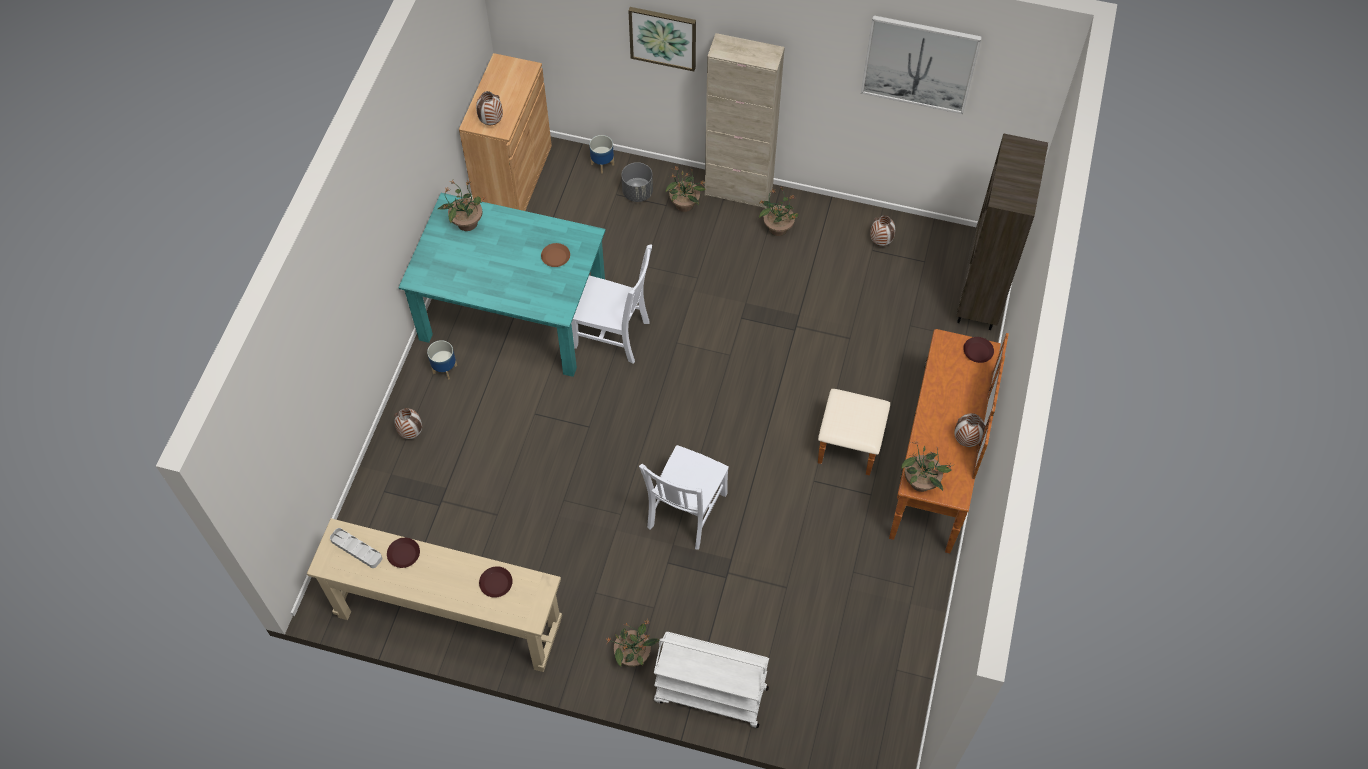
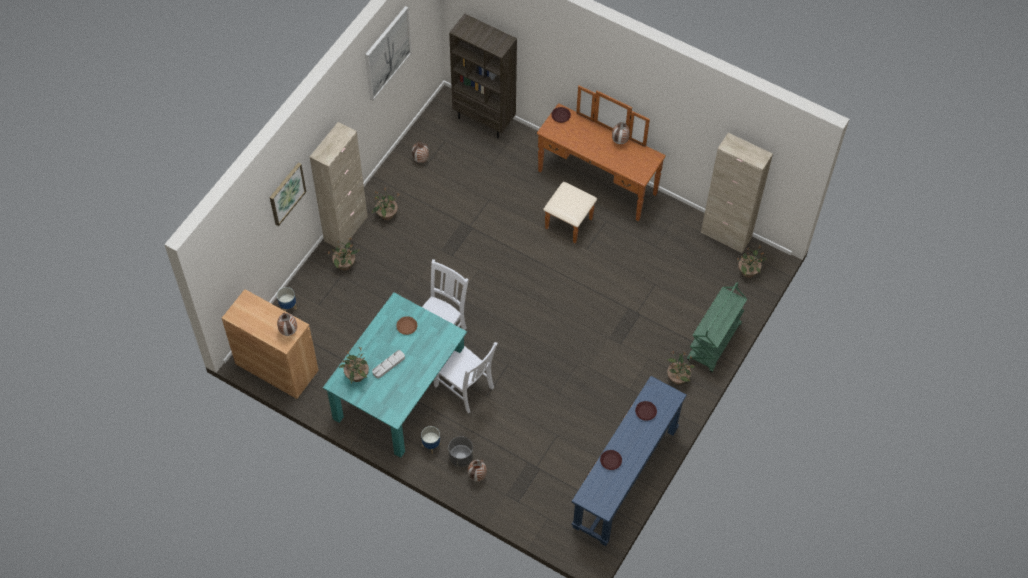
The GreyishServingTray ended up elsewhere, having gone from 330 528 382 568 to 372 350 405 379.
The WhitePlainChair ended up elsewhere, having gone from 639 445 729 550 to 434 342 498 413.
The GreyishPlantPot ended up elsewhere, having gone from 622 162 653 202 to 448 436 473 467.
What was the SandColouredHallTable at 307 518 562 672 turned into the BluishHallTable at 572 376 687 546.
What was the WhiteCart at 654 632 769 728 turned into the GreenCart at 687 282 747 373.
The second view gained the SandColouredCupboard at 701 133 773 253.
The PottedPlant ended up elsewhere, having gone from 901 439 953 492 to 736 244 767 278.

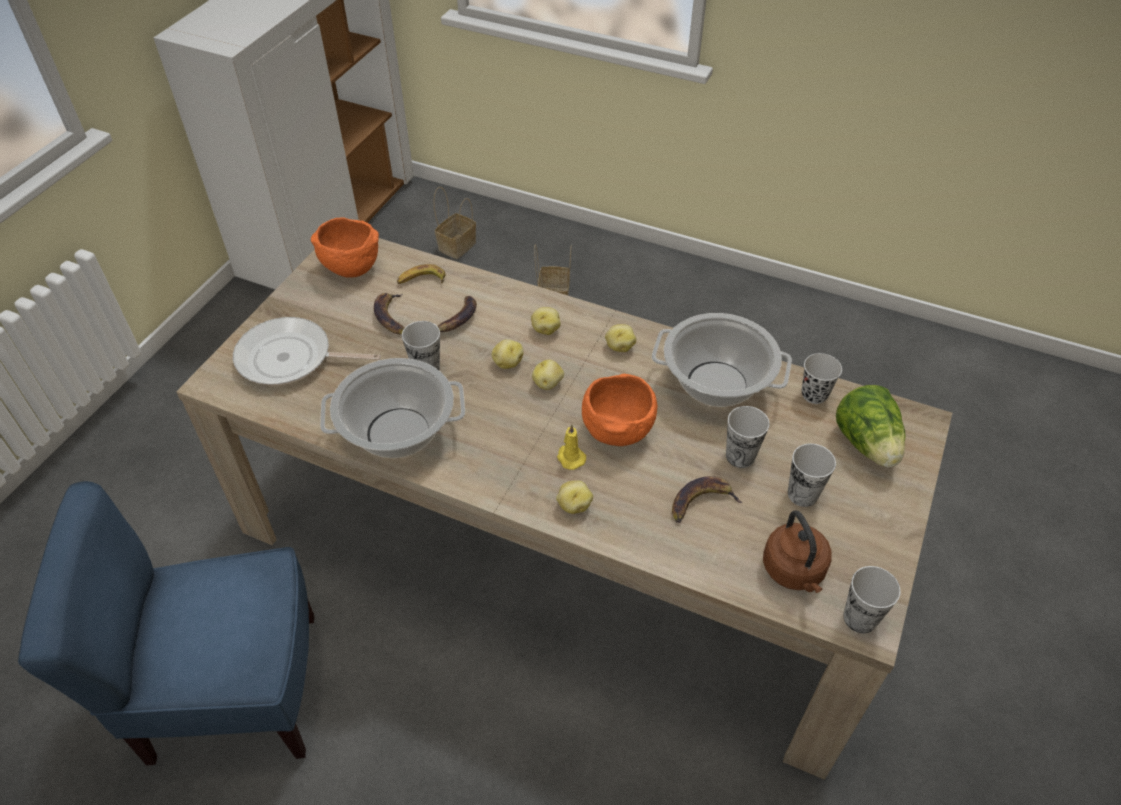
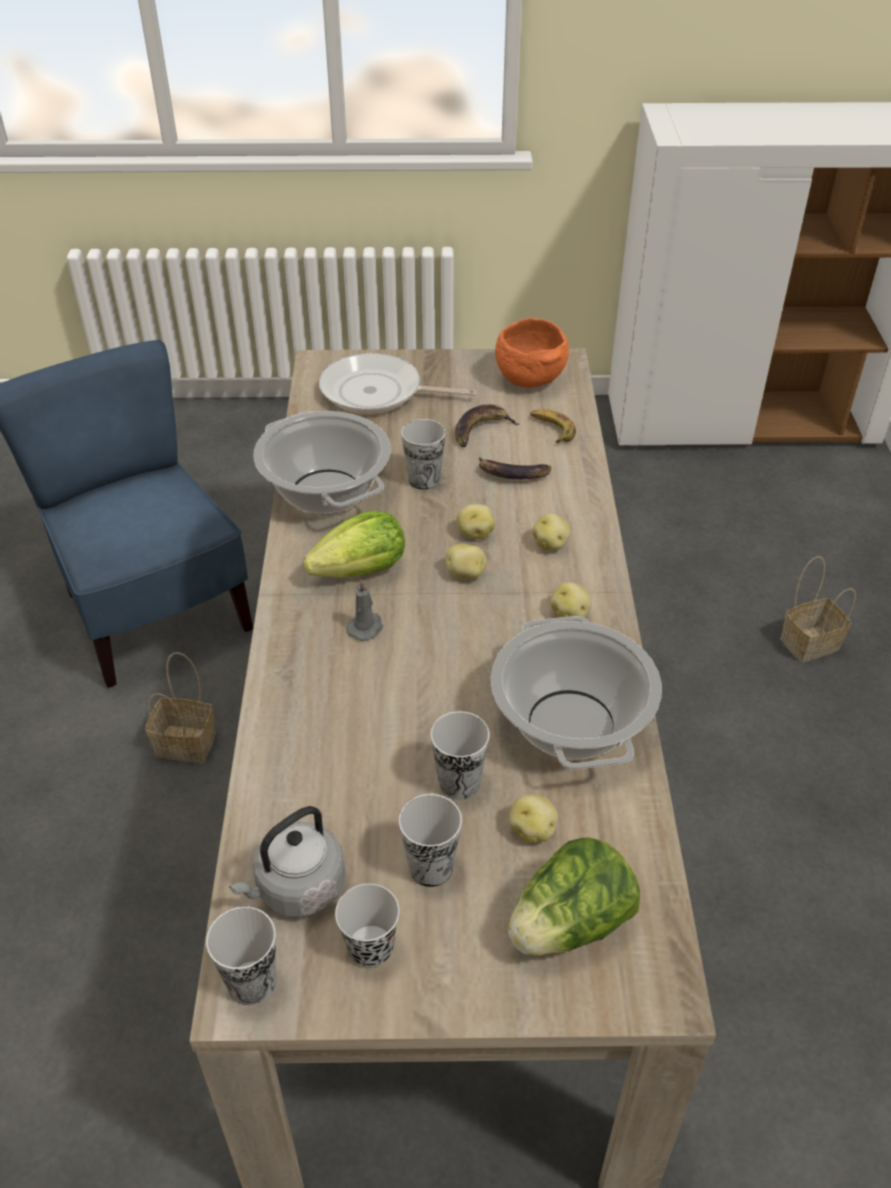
The Basket ended up elsewhere, having gone from 434 187 476 259 to 145 652 216 763.
What was the BrownColouredTeaKettle at 763 510 832 593 turned into the GreyishTeaKettle at 229 806 346 917.
The second view gained the Lettuce at 303 511 405 578.
The Skillet at 233 317 381 385 ended up facing another way, 60 degrees counterclockwise from before.
The BlackColouredDrinkingCup ended up elsewhere, having gone from 802 353 842 404 to 335 884 400 968.
What was the YellowWaxLight at 557 424 586 470 turned into the GreyishWaxLight at 346 580 383 641.
The WholePotato ended up elsewhere, having gone from 556 480 593 514 to 509 794 558 843.
The second view lost the OrangeBowl at 582 374 658 446.
The second view lost the WholeBanana at 672 476 743 523.

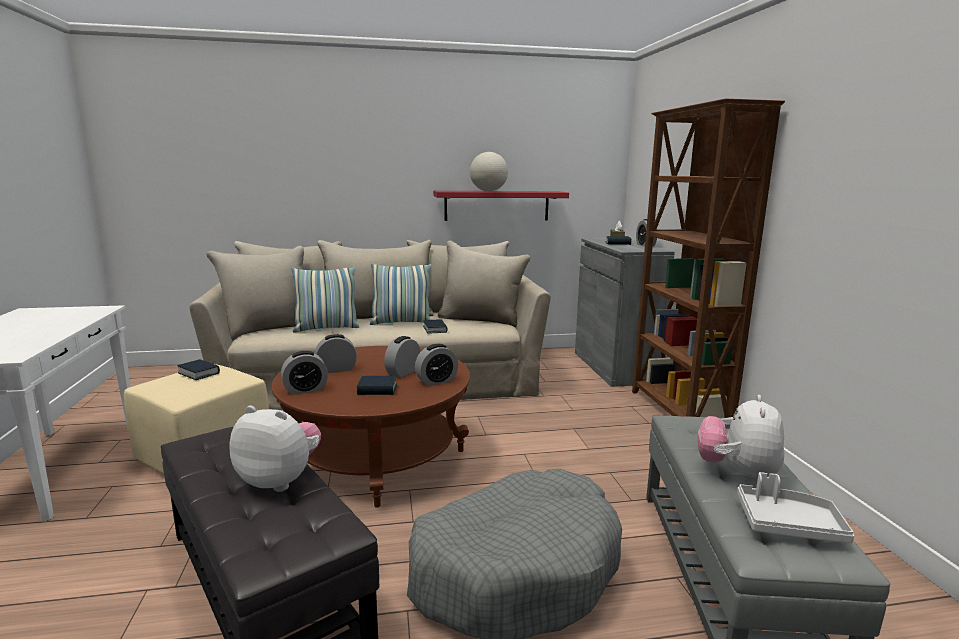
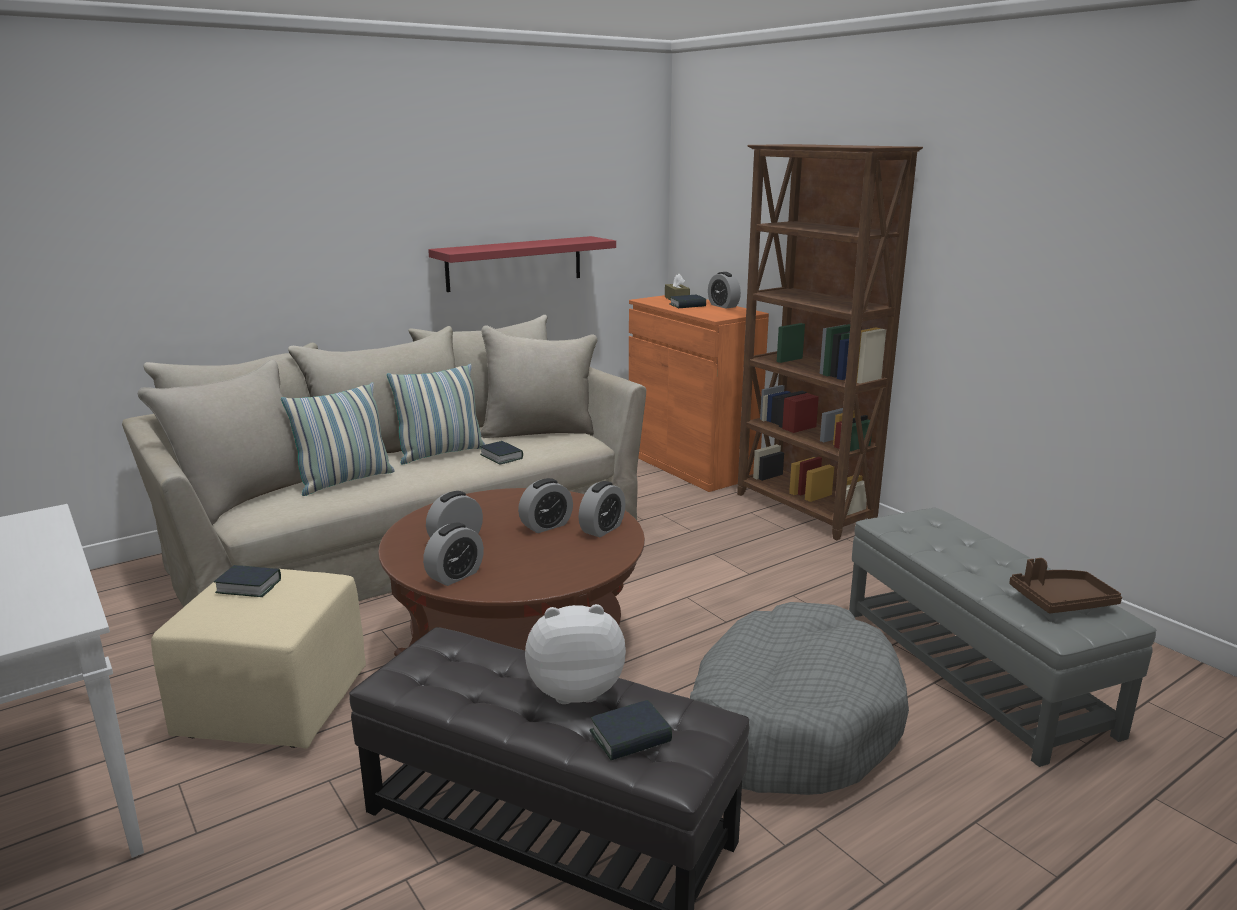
The BedsideClock at 384 336 420 377 ended up facing another way, 135 degrees counterclockwise from before.
The BoundBook ended up elsewhere, having gone from 357 376 397 395 to 589 700 672 760.
What was the GreyishCupboard at 575 238 675 387 turned into the OrangeCupboard at 629 295 769 492.
What was the GreyishServingTray at 737 472 854 543 turned into the BrownColouredServingTray at 1009 558 1122 613.
The second view lost the Globe at 470 152 508 191.
The second view lost the SoftToy at 698 395 784 483.

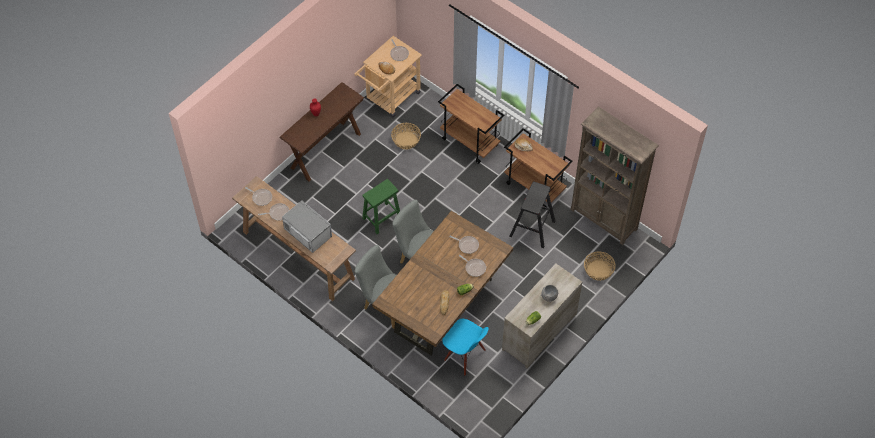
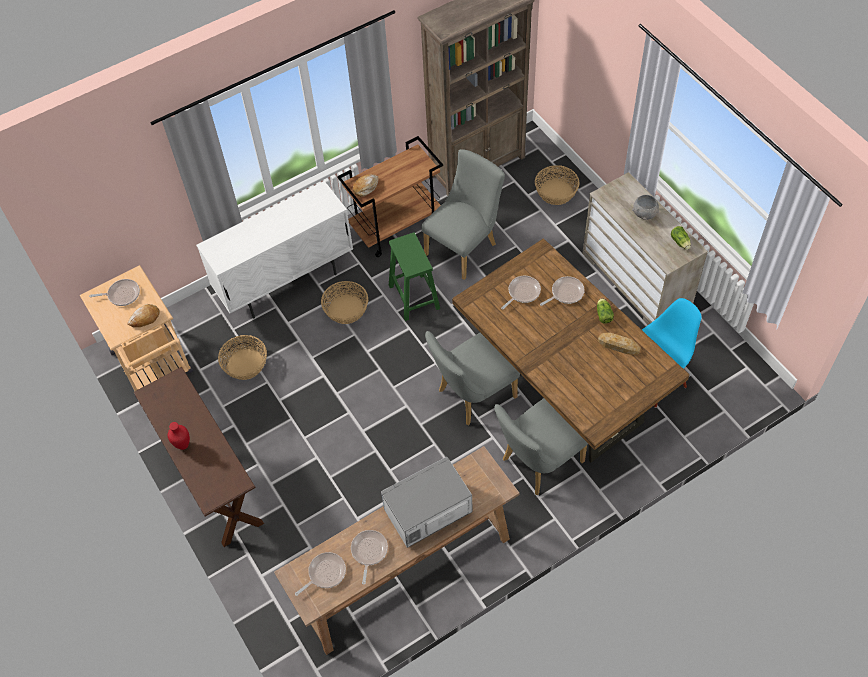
Where the BrownColouredCart stood at 438 84 504 164, the WhiteCupboard came to stand at 196 181 353 318.
The second view gained the Basket at 321 281 368 324.
The GreenSittingStool ended up elsewhere, having gone from 362 179 400 234 to 389 232 440 321.
Where the BlackColouredSittingStool stood at 509 181 555 248, the GreyishPlainChair came to stand at 421 149 505 280.

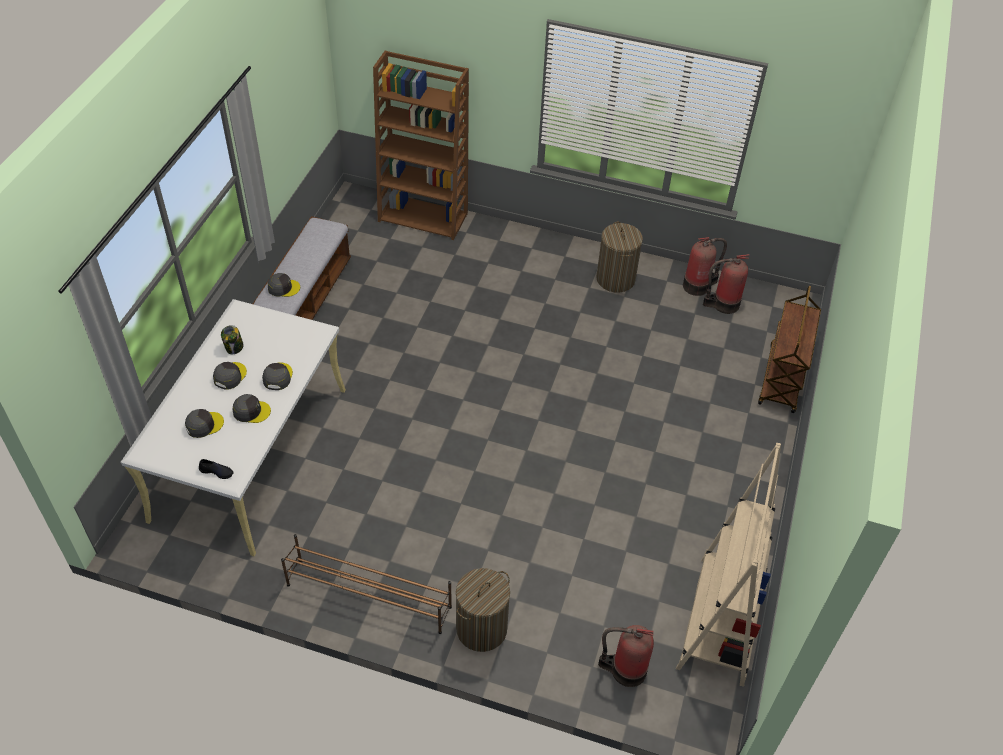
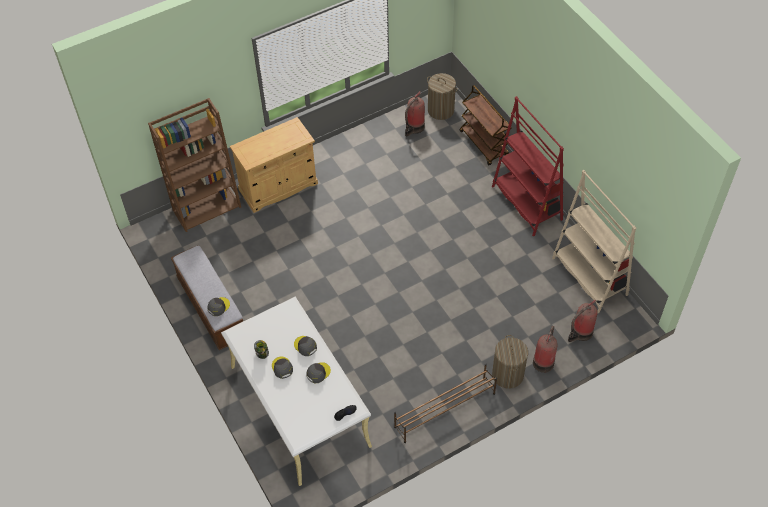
The second view gained the SandColouredCupboard at 230 117 318 213.
The LaundryBasket ended up elsewhere, having gone from 596 222 643 293 to 427 73 458 120.
The second view gained the ReddishBookcase at 492 96 564 236.
The FireExtinguisher ended up elsewhere, having gone from 683 237 727 296 to 533 326 558 373.
The second view lost the GreyishCap at 185 409 224 438.

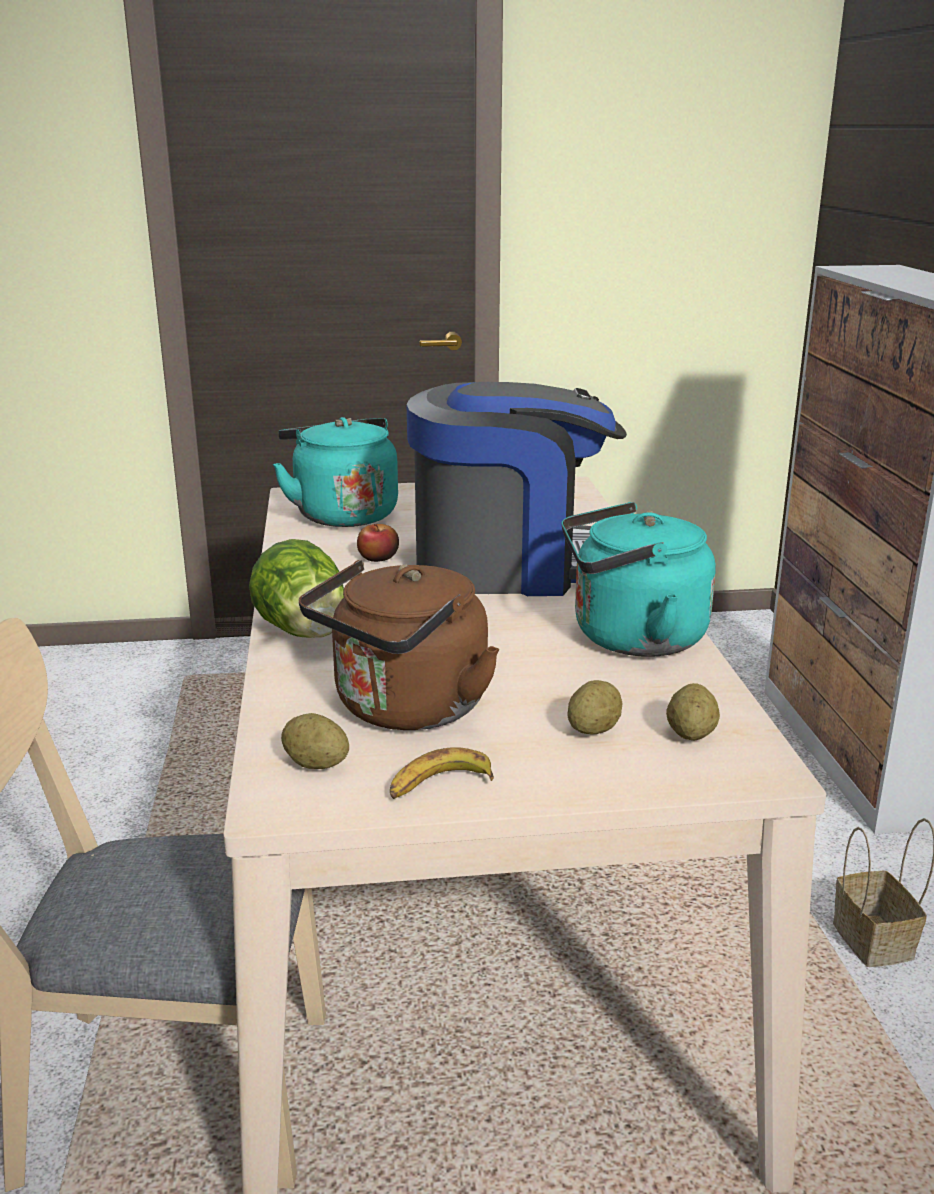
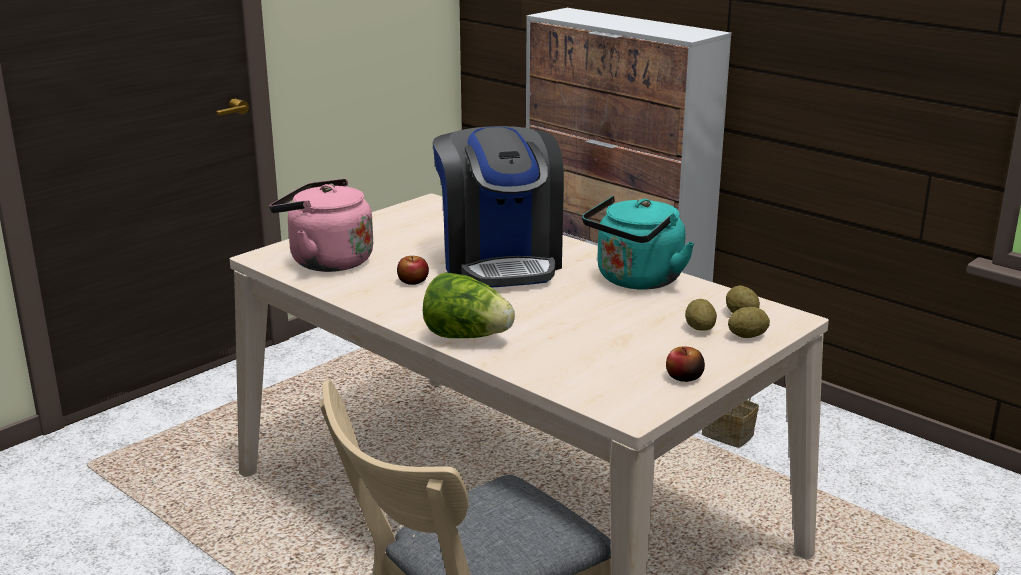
What was the TurquoiseColouredTeaKettle at 273 417 398 527 turned into the PinkishTeaKettle at 270 179 373 272.
The CoffeeBrewer at 406 382 627 596 ended up facing another way, 120 degrees clockwise from before.
Where the WholeBanana stood at 390 747 494 799, the WholeApple came to stand at 666 346 705 382.
The WholePotato ended up elsewhere, having gone from 281 713 349 769 to 728 307 770 338.
The second view lost the BrownColouredTeaKettle at 299 559 499 730.

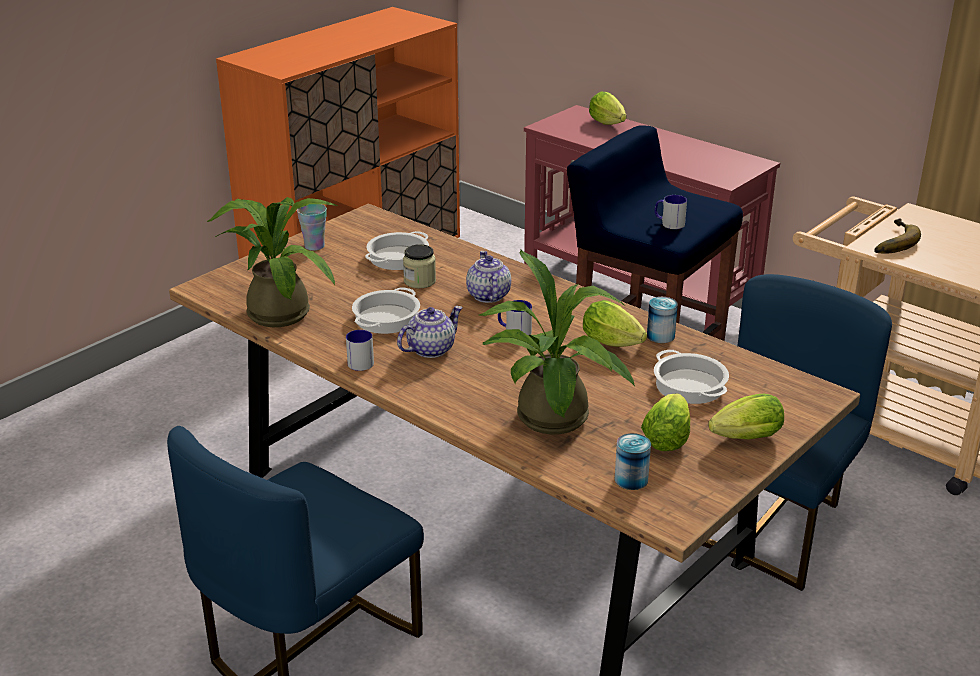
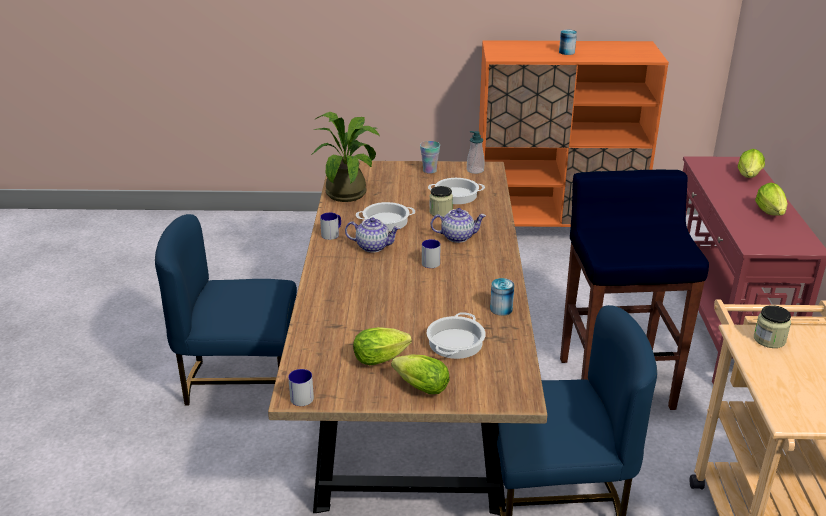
The CoffeeMug ended up elsewhere, having gone from 655 195 687 229 to 288 369 314 406.
The TeaPot at 466 251 511 303 ended up facing another way, 45 degrees clockwise from before.
The second view gained the SoapDispenser at 467 131 484 174.
The SealedCan ended up elsewhere, having gone from 615 433 651 490 to 559 30 577 55.
Where the WholeBanana stood at 874 219 921 254, the Jar came to stand at 754 305 791 348.
The Lettuce ended up elsewhere, having gone from 583 300 647 347 to 755 183 788 215.
The second view lost the PottedPlant at 479 250 635 434.

